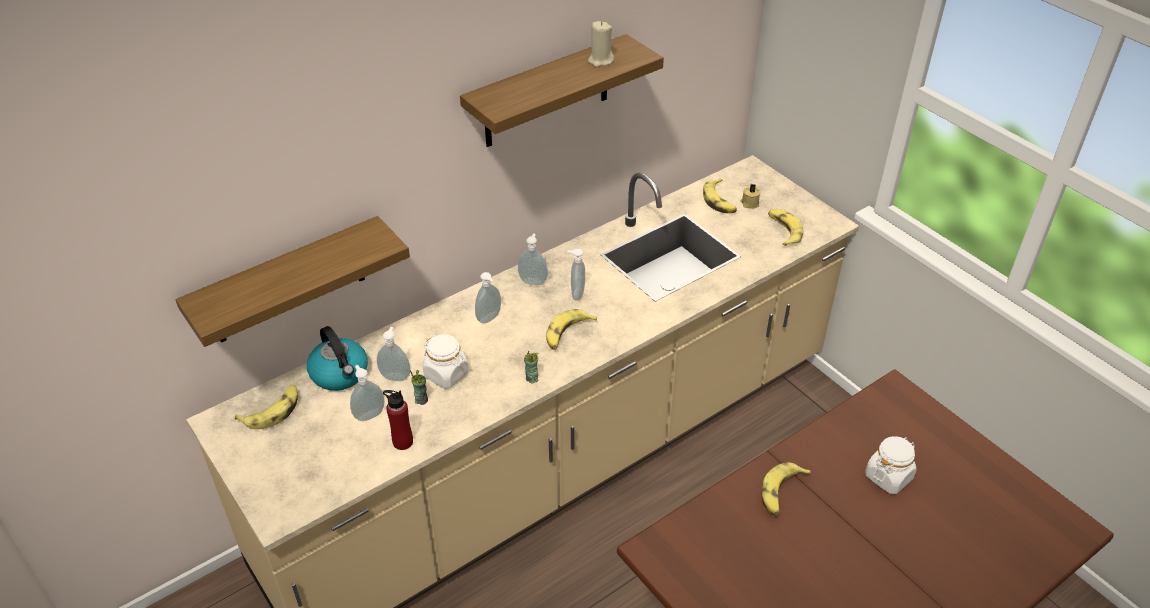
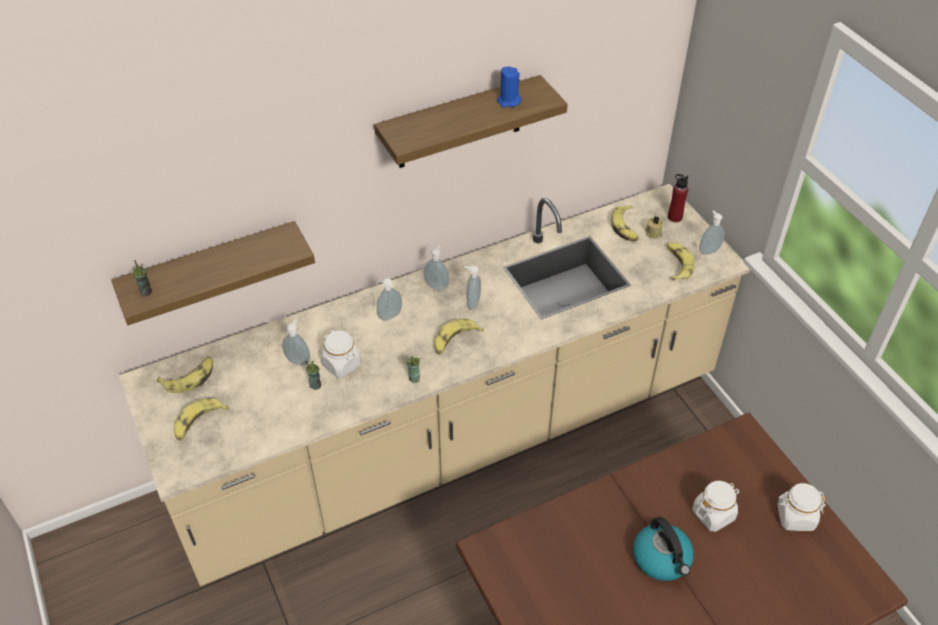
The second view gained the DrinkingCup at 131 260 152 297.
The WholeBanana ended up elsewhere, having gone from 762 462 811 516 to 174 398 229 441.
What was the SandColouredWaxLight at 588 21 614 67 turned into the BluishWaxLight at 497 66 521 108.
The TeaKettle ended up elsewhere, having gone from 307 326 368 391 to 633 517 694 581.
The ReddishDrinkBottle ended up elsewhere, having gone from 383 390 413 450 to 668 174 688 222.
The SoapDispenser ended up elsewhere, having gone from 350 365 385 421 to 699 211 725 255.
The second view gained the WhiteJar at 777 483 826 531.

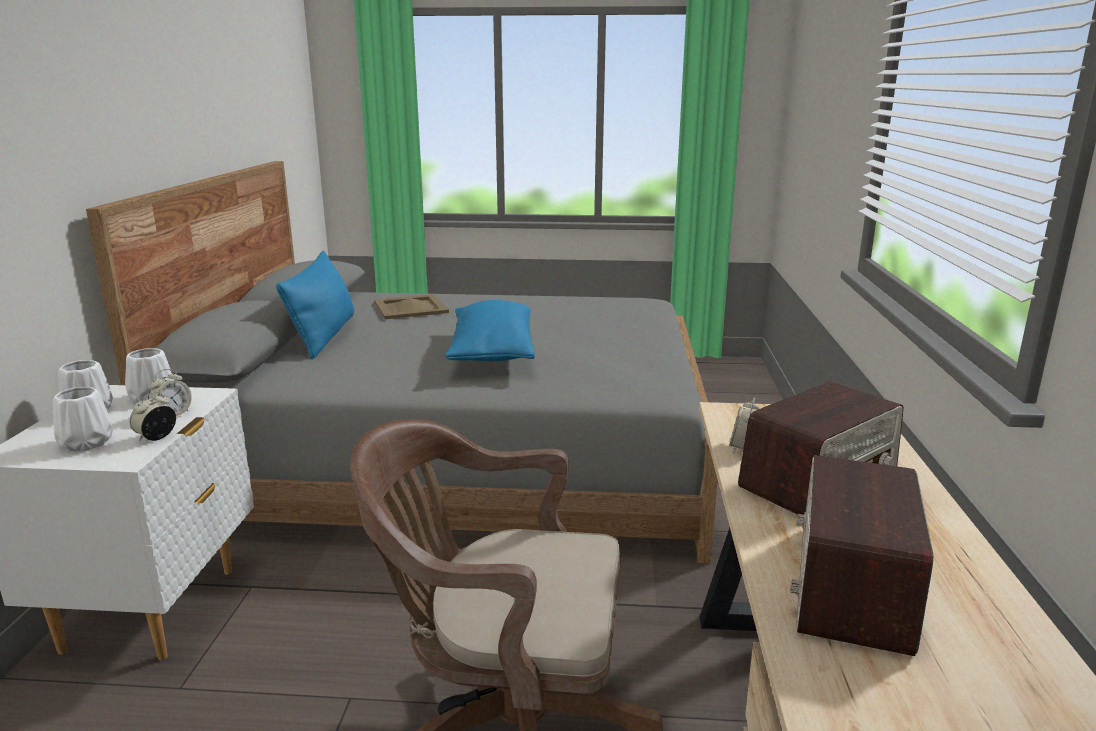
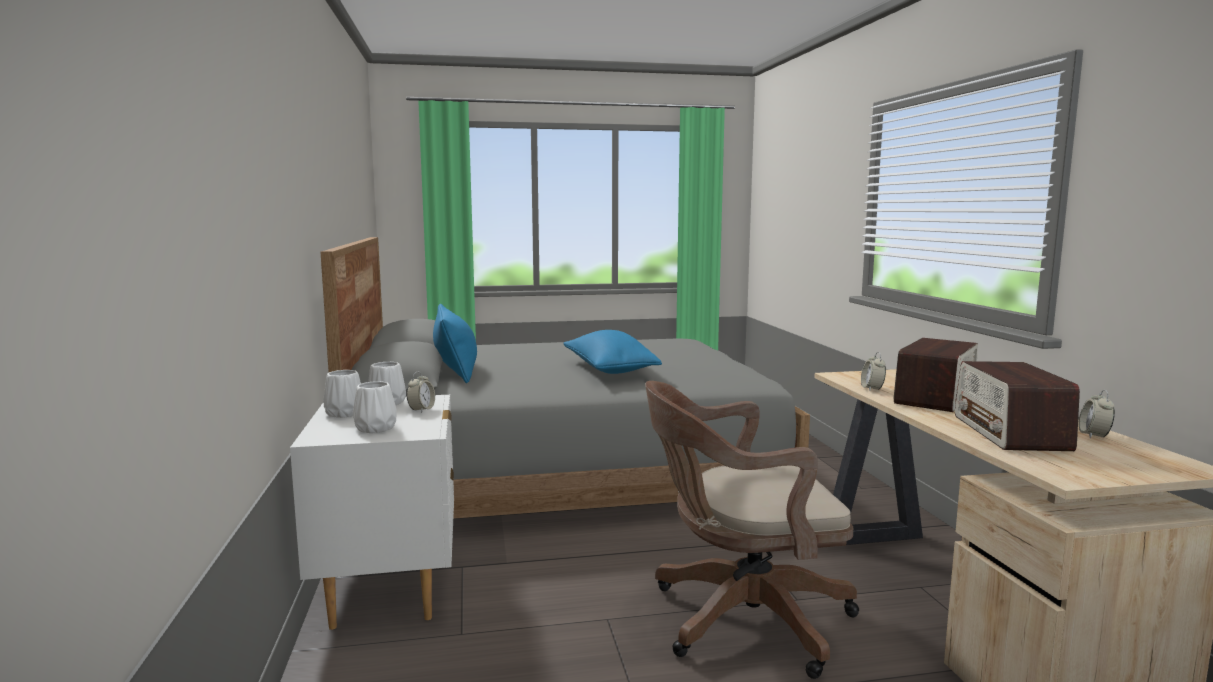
The BedsideClock ended up elsewhere, having gone from 130 392 176 441 to 1079 390 1115 439.
The second view lost the SandColouredServingTray at 374 294 449 319.

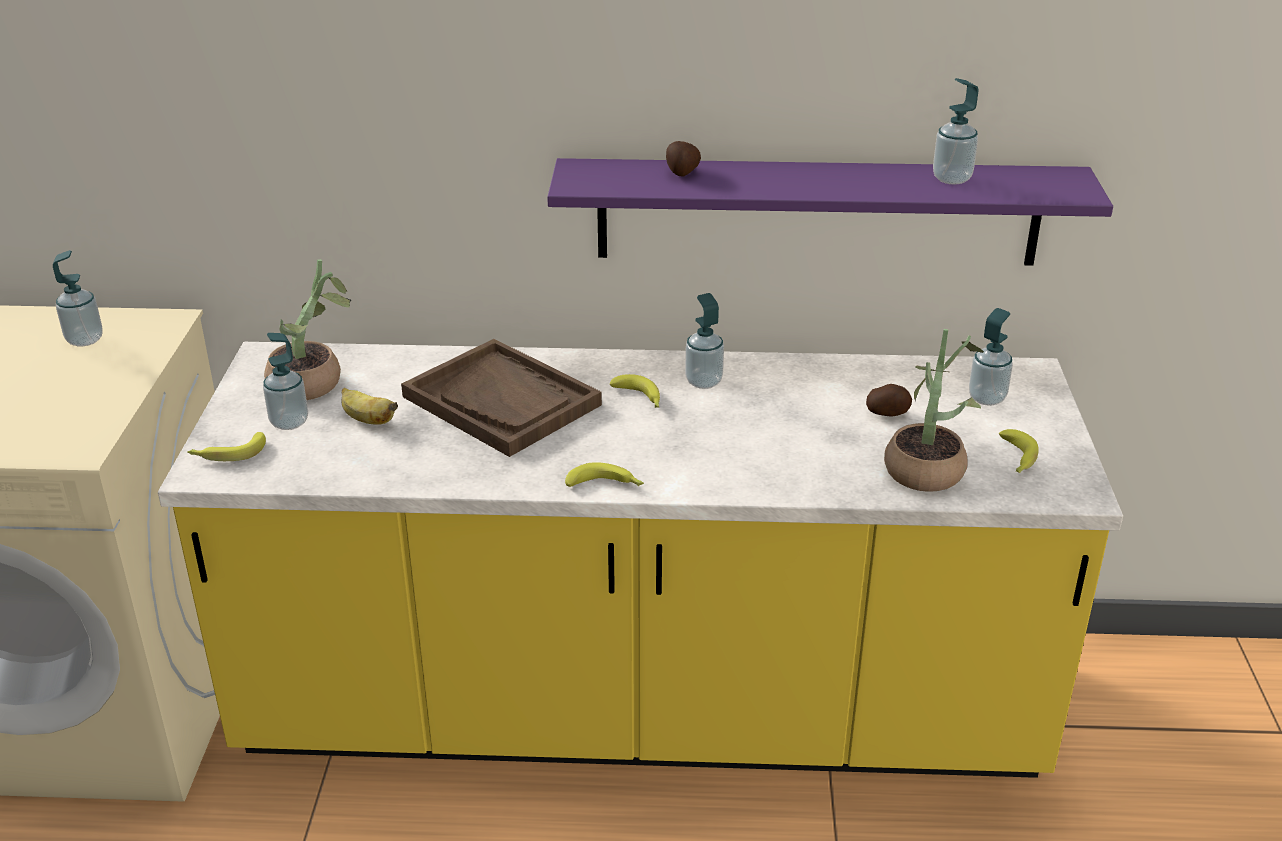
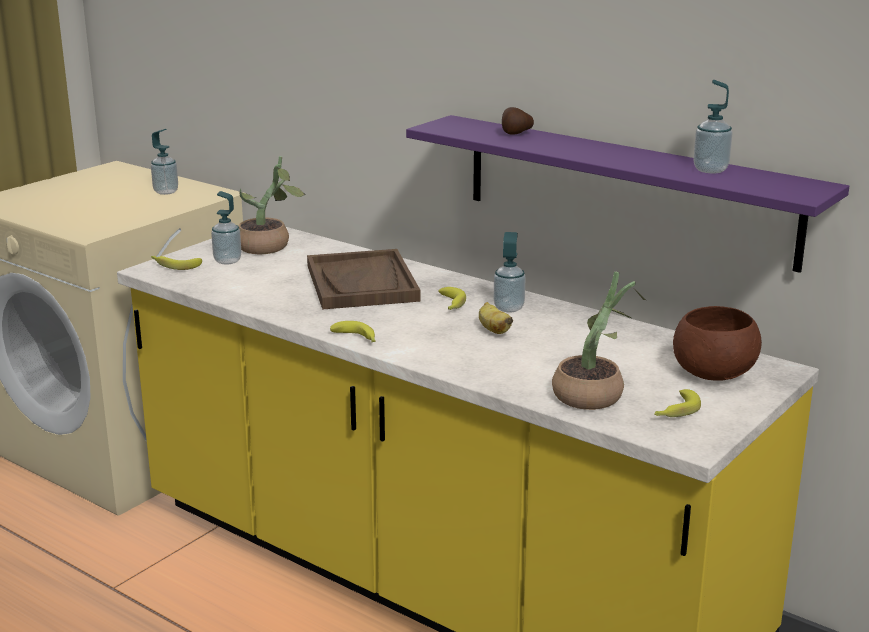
The WholeBanana ended up elsewhere, having gone from 341 388 398 425 to 479 302 513 334.
Where the SoapDispenser stood at 969 308 1013 406, the BrownColouredBowl came to stand at 673 306 762 381.
The second view lost the WholePotato at 866 384 912 417.

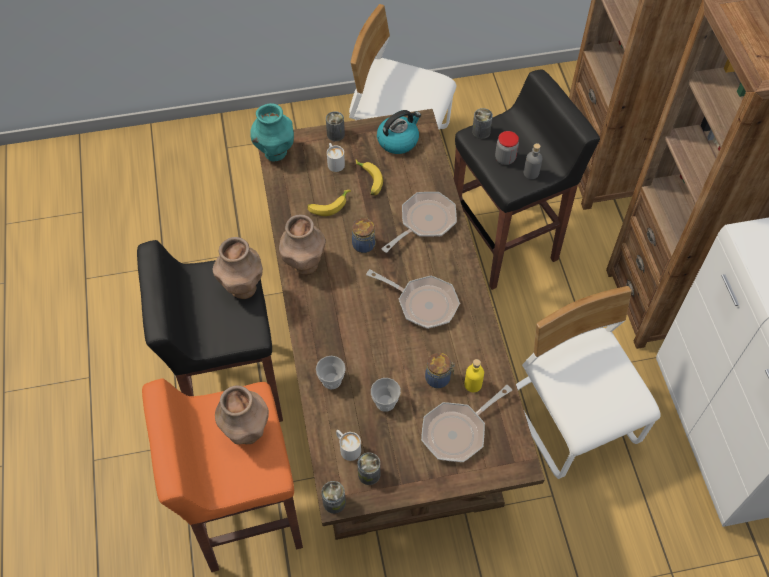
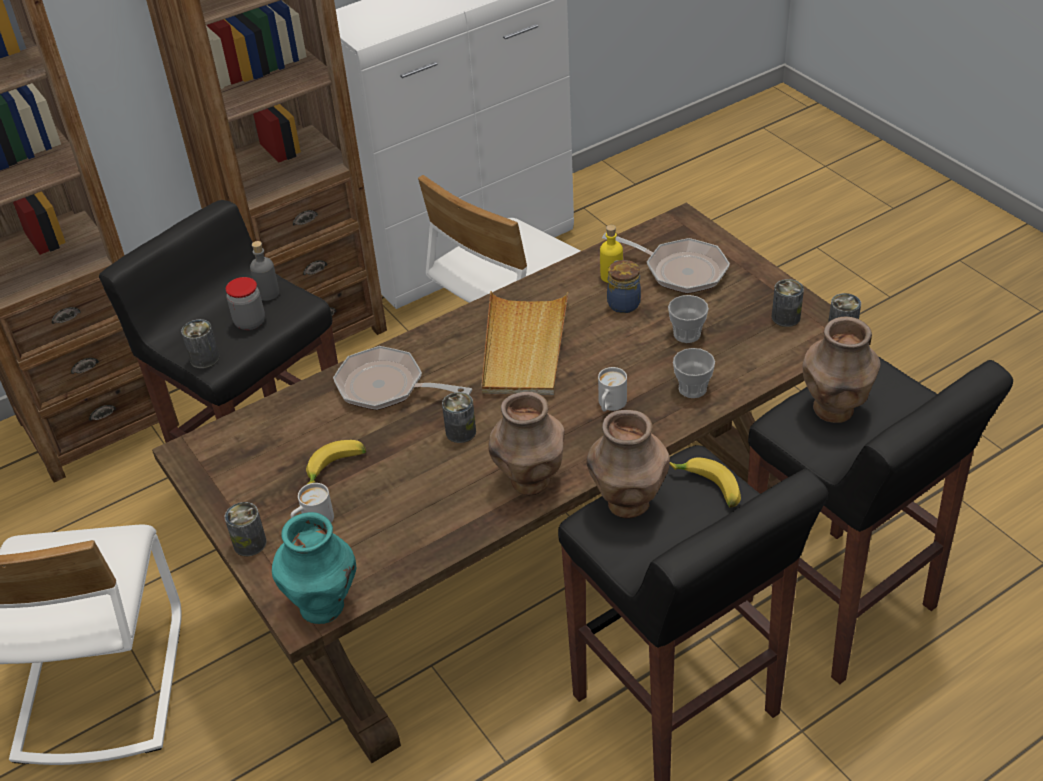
Where the Jar stood at 352 218 376 253, the SealedCan came to stand at 442 392 476 443.
Where the Skillet stood at 366 269 460 329, the SandColouredServingTray came to stand at 482 291 568 395.
The WhiteCoffeeMug ended up elsewhere, having gone from 336 430 361 461 to 598 367 627 412.
The WholeBanana ended up elsewhere, having gone from 307 190 351 216 to 670 457 741 508.
What was the OrangeSittingStool at 142 378 303 572 turned into the BlackColouredSittingStool at 747 356 1013 684.
The second view lost the TeaKettle at 377 110 421 154.

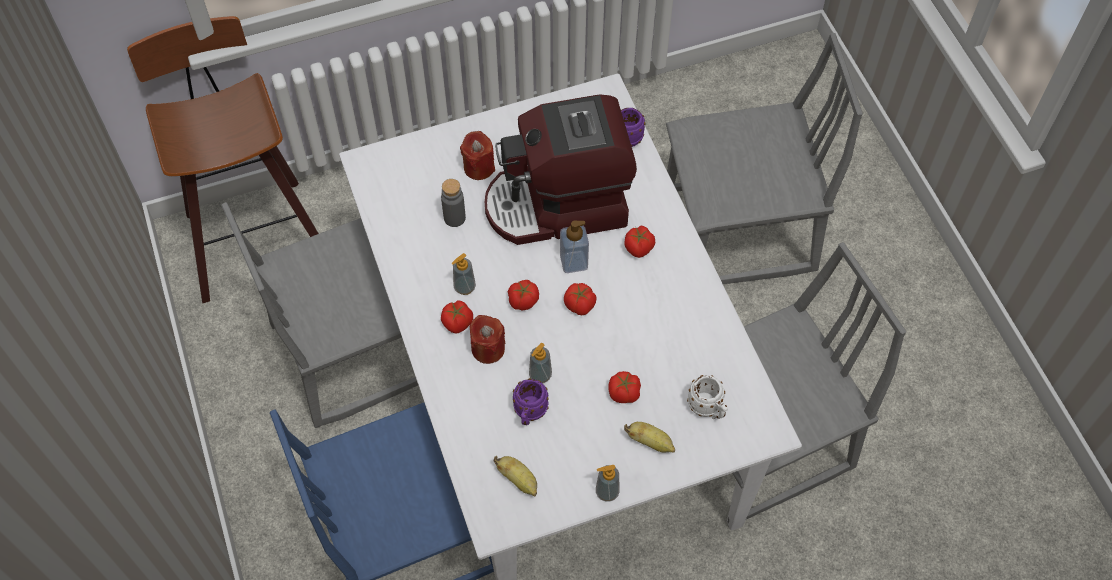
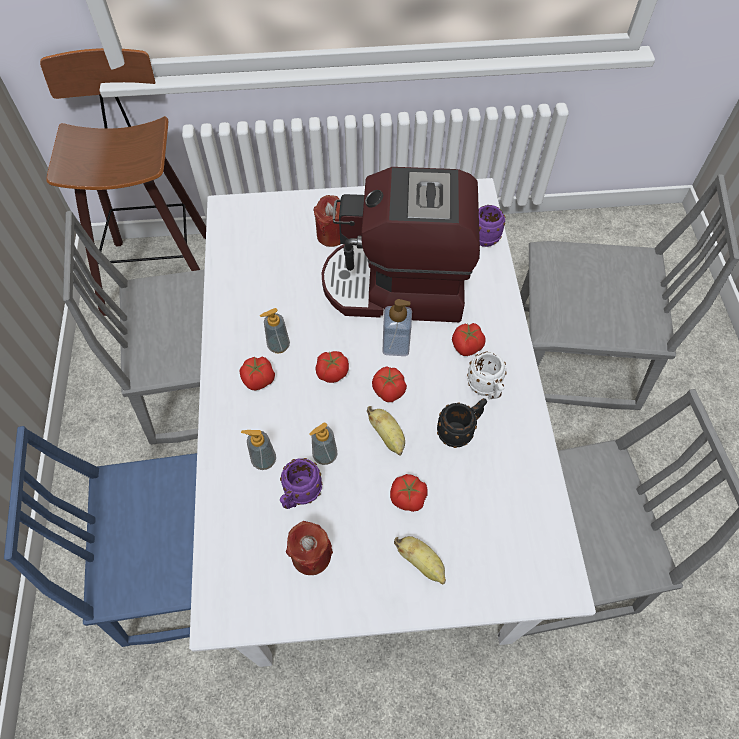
The SoapDispenser ended up elsewhere, having gone from 596 465 620 502 to 241 430 276 470.
The ReddishWaxLight ended up elsewhere, having gone from 469 315 505 364 to 286 521 333 575.
The WholeBanana ended up elsewhere, having gone from 494 456 537 496 to 367 406 405 456.
The second view gained the BlackColouredCoffeeMug at 437 398 487 448.
The WhiteCoffeeMug ended up elsewhere, having gone from 687 375 728 419 to 467 352 507 400.
The second view lost the GreyishDrinkBottle at 441 179 466 227.

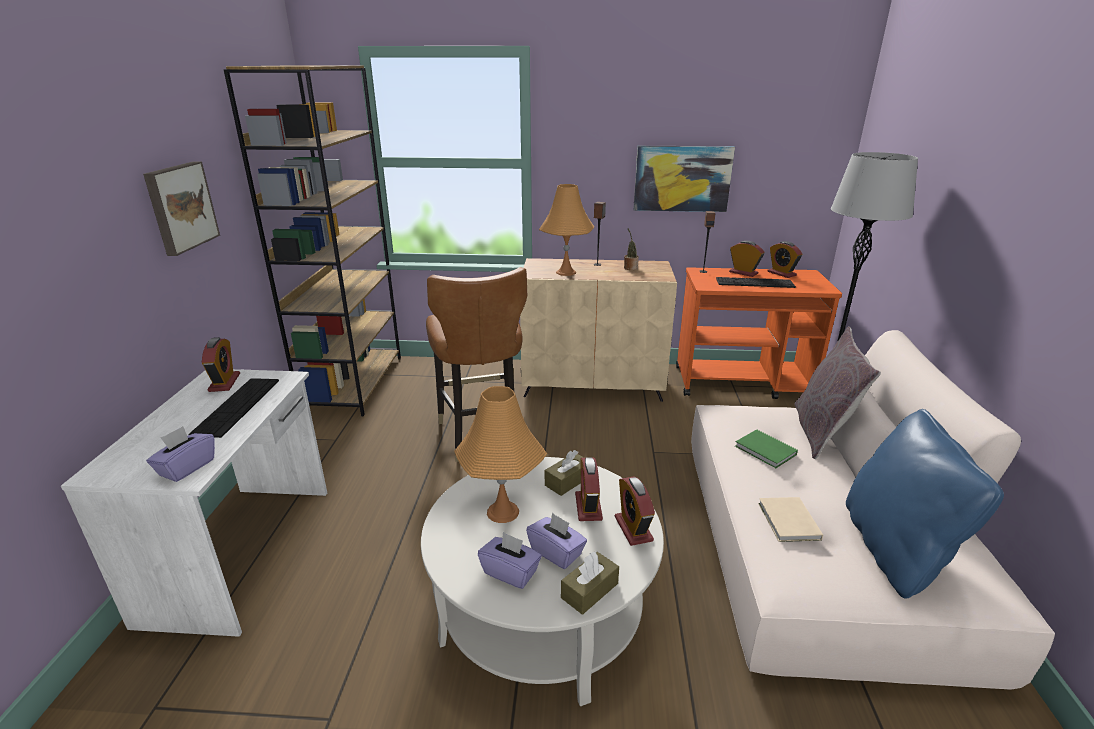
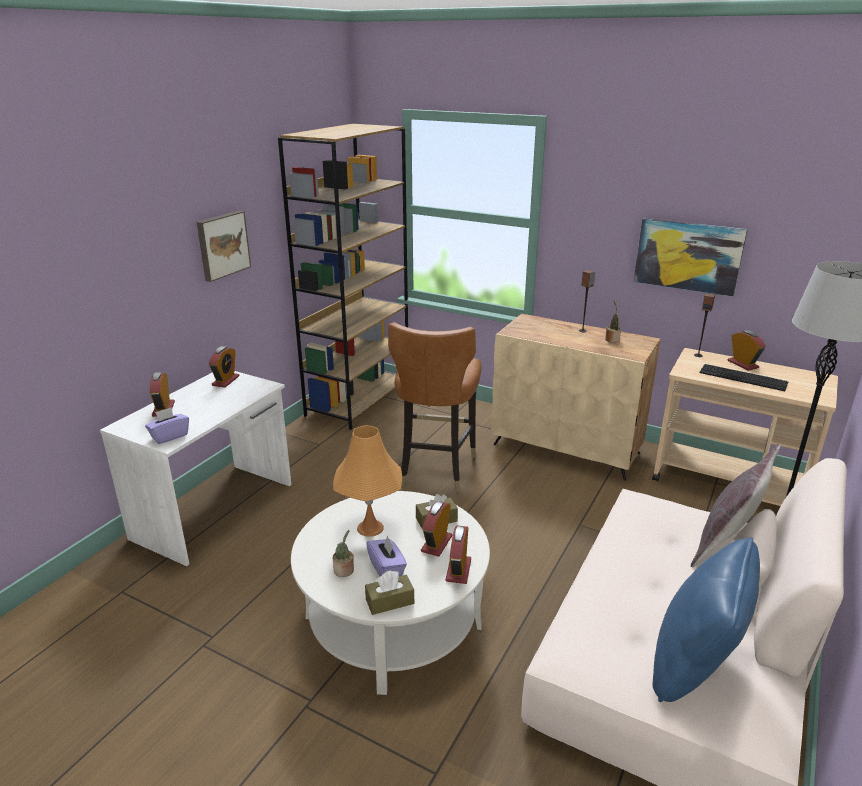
The BedsideClock ended up elsewhere, having gone from 767 241 803 278 to 150 372 175 417.
Where the PurplishTissueBox stood at 478 532 542 589, the PottedPlant came to stand at 333 530 354 577.
What was the OrangeCart at 676 267 842 399 turned into the SandColouredCart at 652 348 838 506.
The second view lost the ComputerKeyboard at 188 378 279 438.
The second view lost the OrangeLampForATable at 539 184 594 276.
The second view lost the GreenBoundBook at 735 429 798 468.
The second view lost the SandColouredBoundBook at 758 497 823 542.

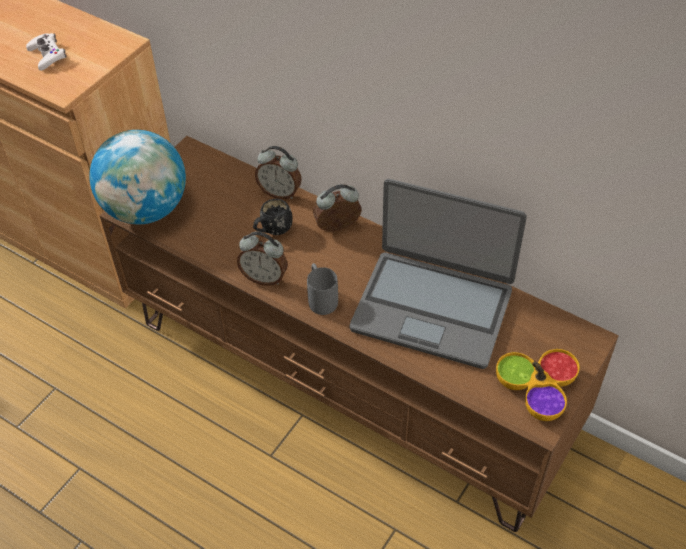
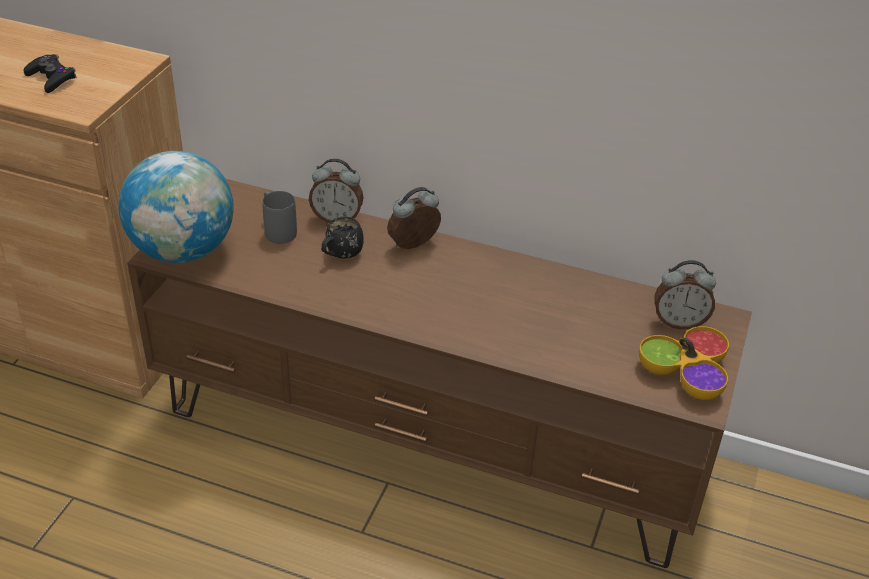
What was the WhiteGameController at 26 33 67 71 turned into the BlackColouredGameController at 24 54 76 93.
The GreyishCoffeeMug ended up elsewhere, having gone from 307 263 338 315 to 262 191 297 244.
The BedsideClock ended up elsewhere, having gone from 237 232 288 286 to 655 260 716 330.
The second view lost the NotebookComputer at 350 179 527 369.

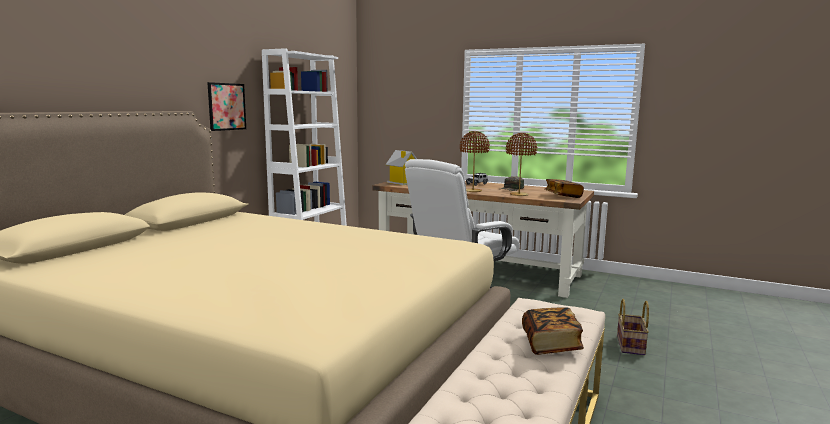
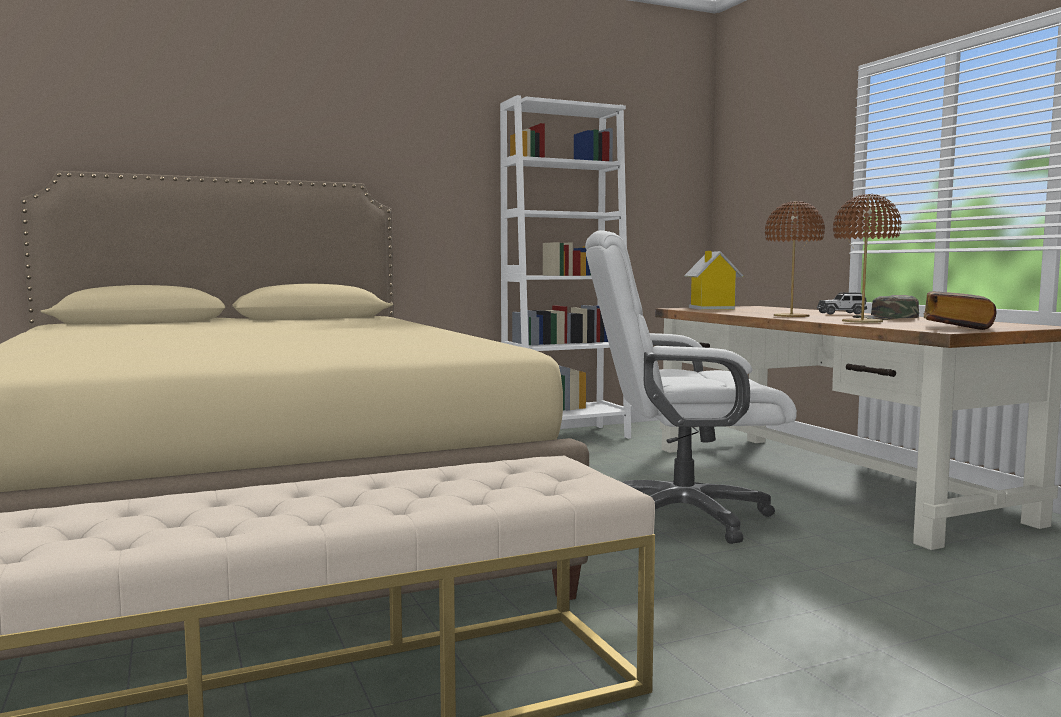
The second view lost the WallPicture at 207 82 246 131.
The second view lost the BoundBook at 522 307 584 355.
The second view lost the Basket at 617 299 649 355.

